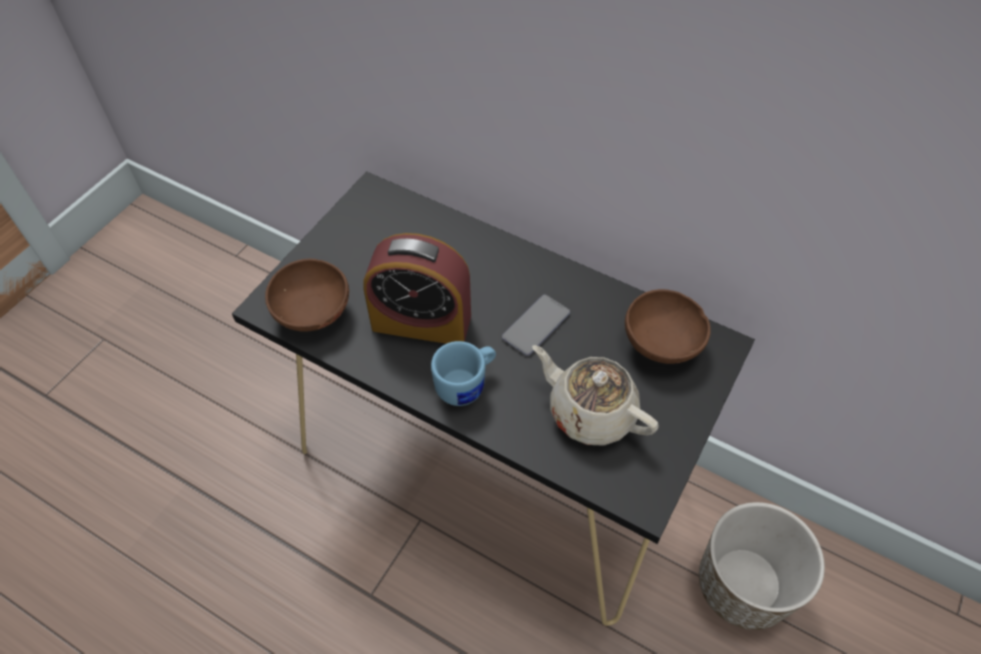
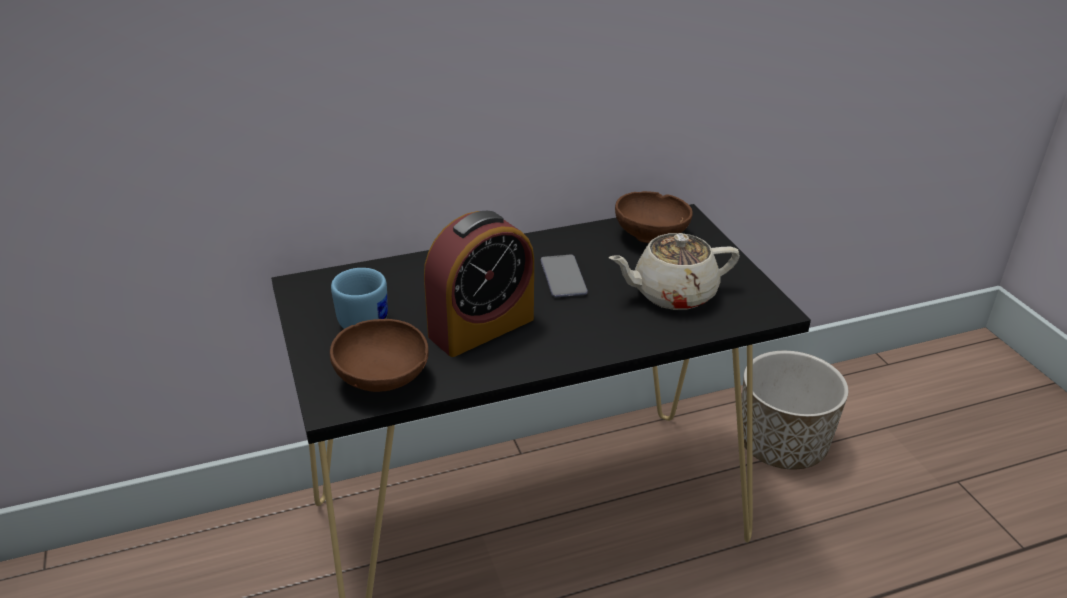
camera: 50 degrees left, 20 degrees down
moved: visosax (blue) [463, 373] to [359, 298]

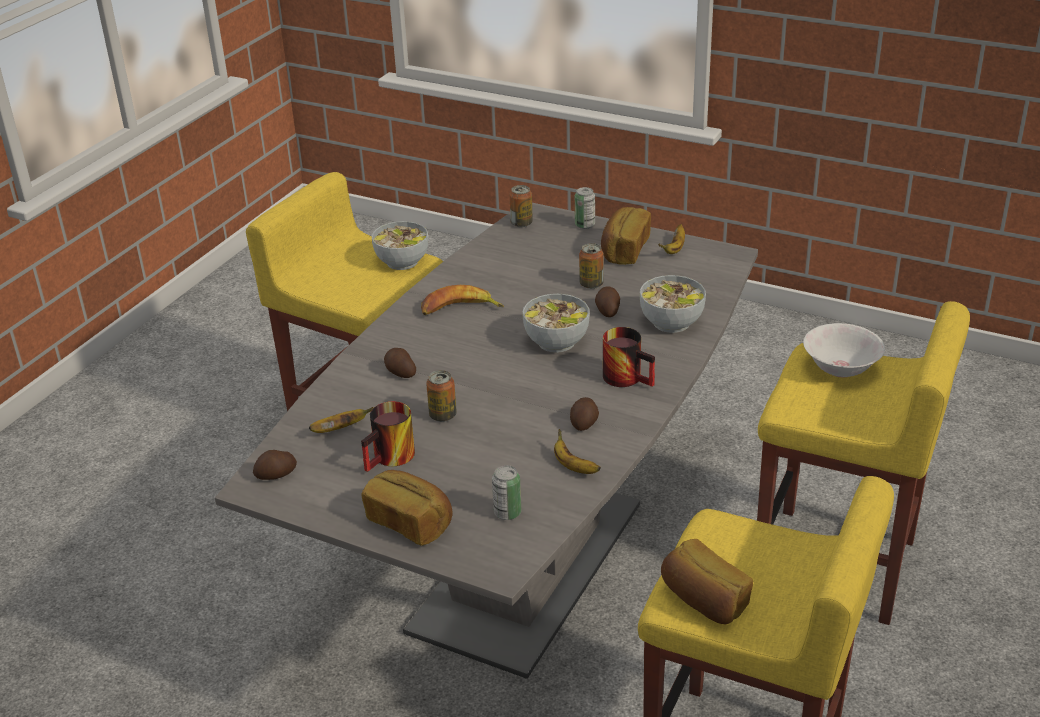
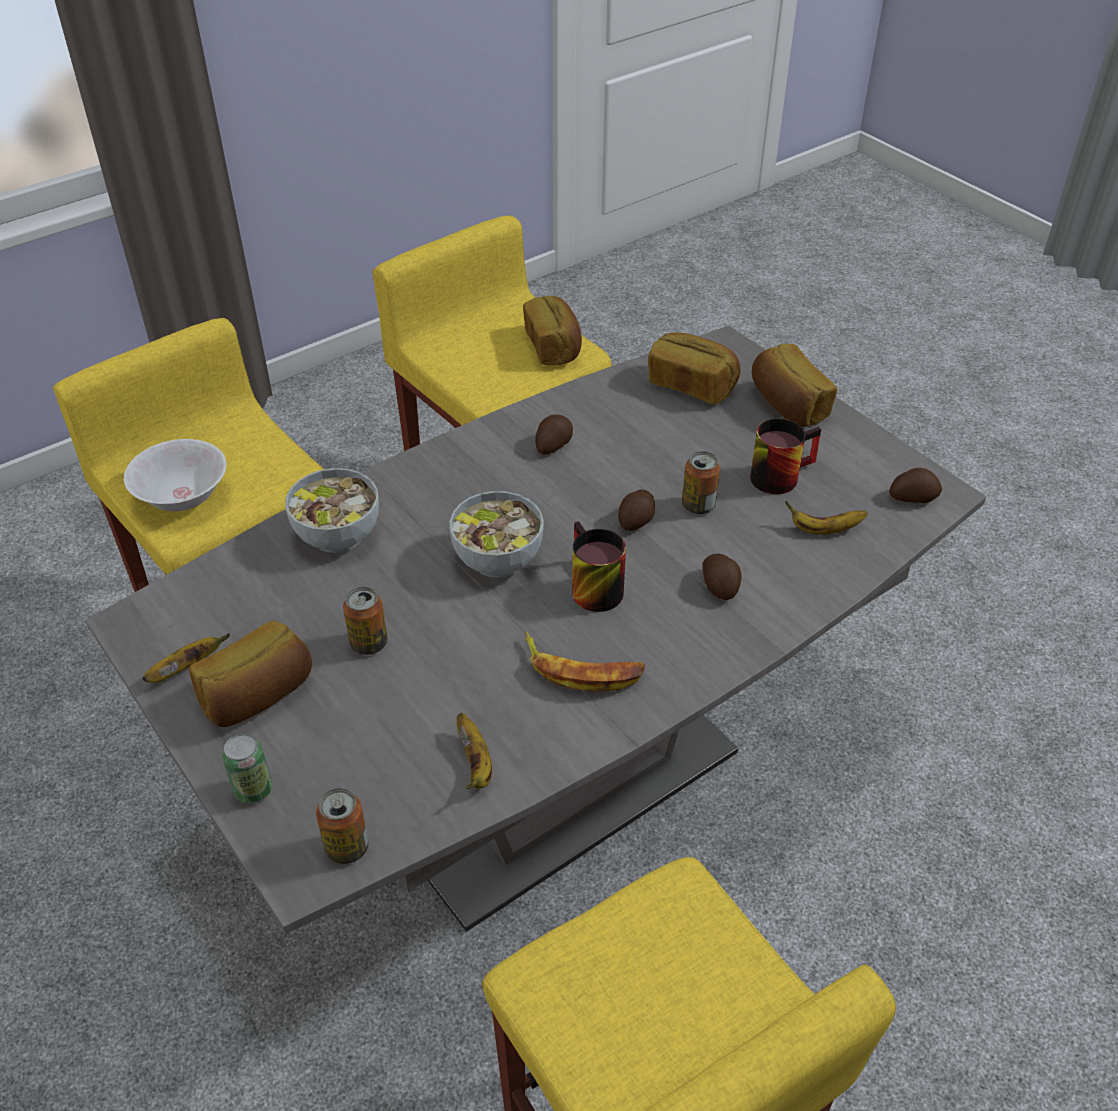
camera: 155 degrees left, 10 degrees up
removed: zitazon [400, 245]
moved: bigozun [577, 451] to [474, 751]; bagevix [607, 301] to [636, 510]; visosax [629, 357] to [599, 566]
replaced: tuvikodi [506, 492] to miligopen [694, 368]

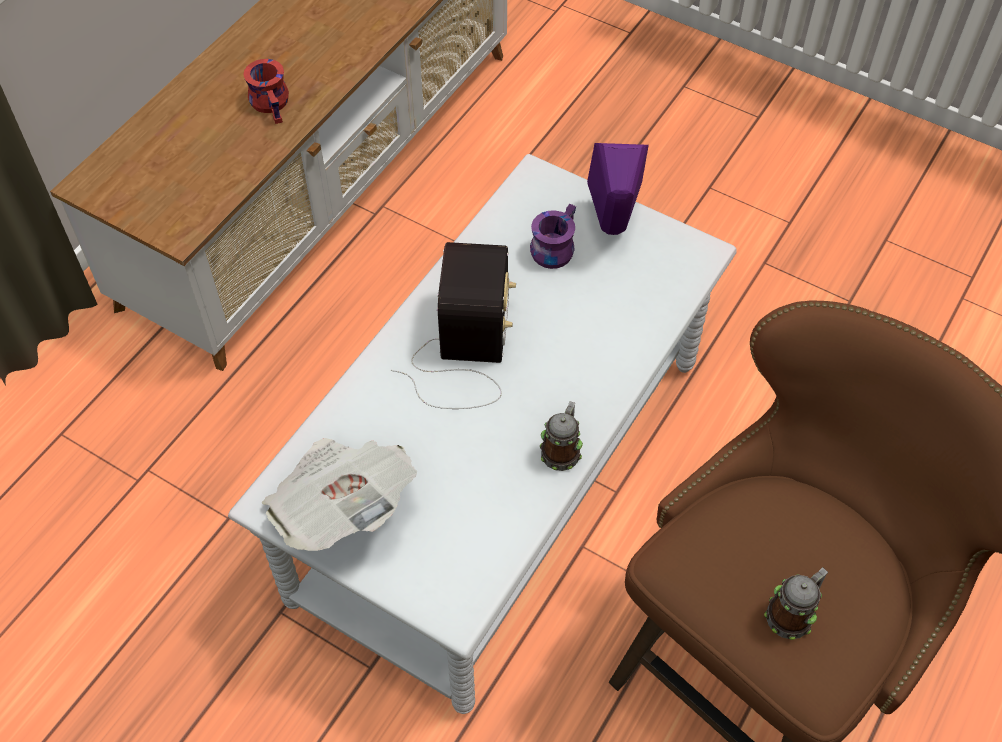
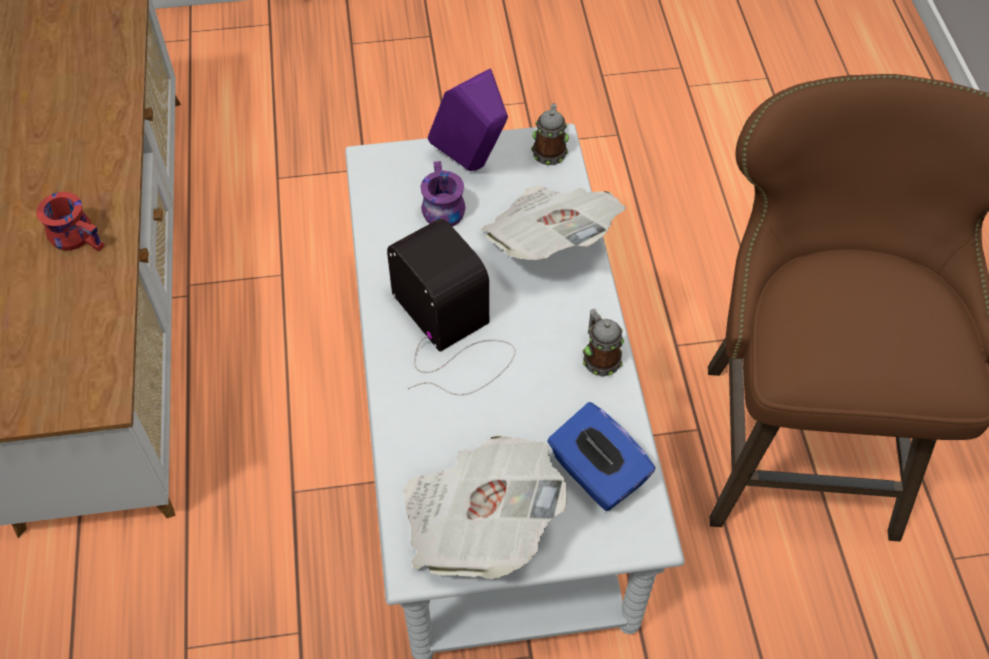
camera: 40 degrees left, 0 degrees up
added: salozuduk [554, 223]; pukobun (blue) [601, 456]
moved: visosax [796, 603] to [550, 134]

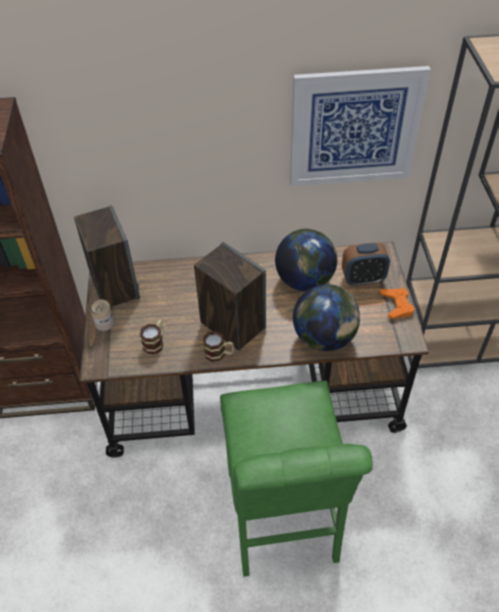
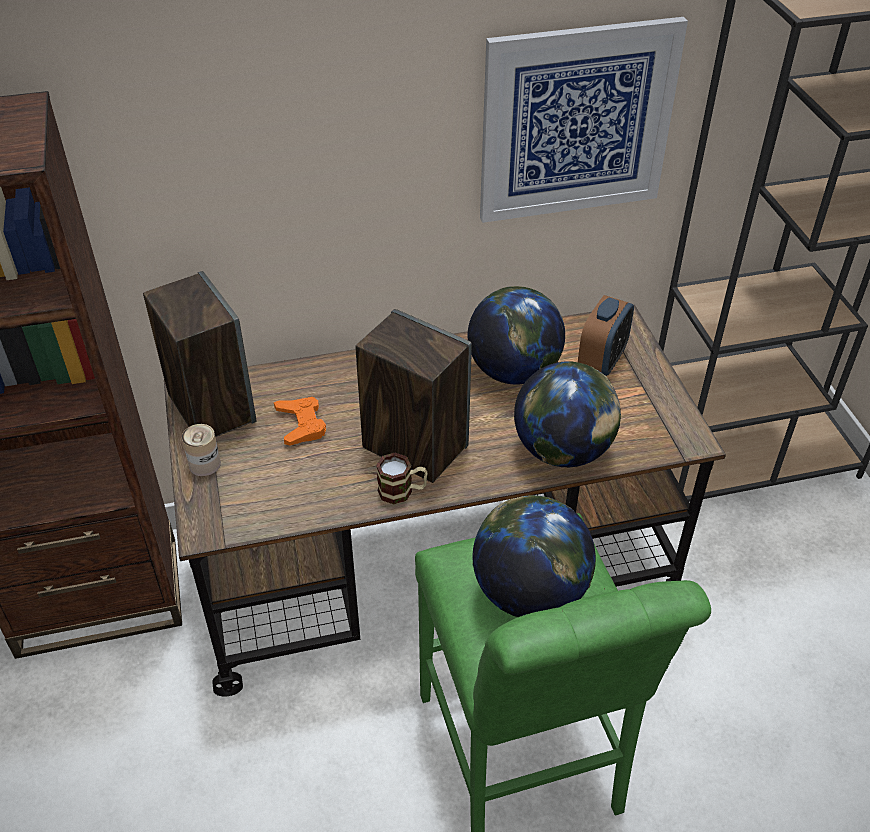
camera: 10 degrees left, 5 degrees down
removed: visosax [152, 337]
added: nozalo [534, 556]
moved: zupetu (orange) [397, 303] to [300, 421]
turned: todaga [366, 264] = [606, 335] 45 degrees counterclockwise

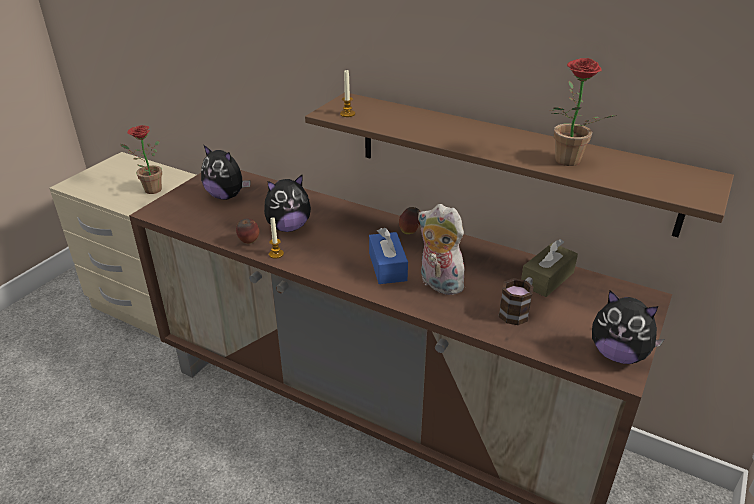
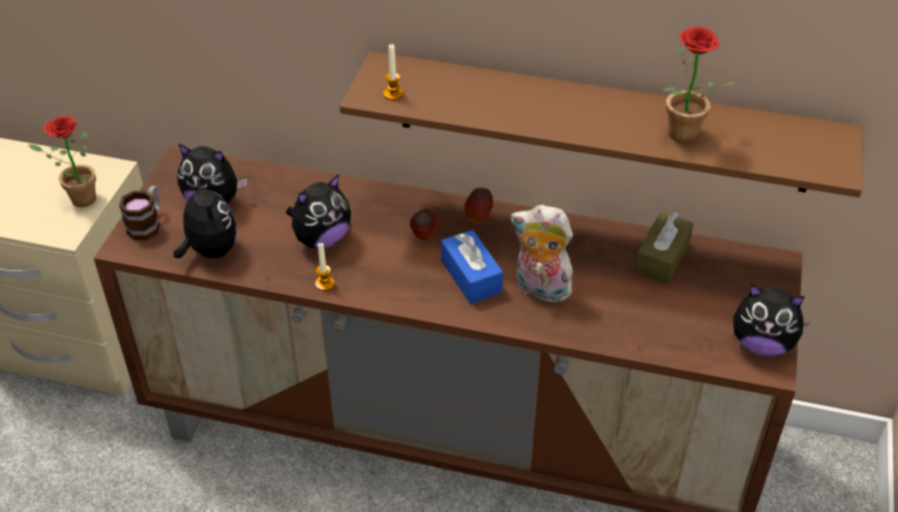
camera: 15 degrees left, 10 degrees up
added: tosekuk [205, 217]
moved: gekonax [247, 231] to [424, 224]; visosax [516, 301] to [139, 213]

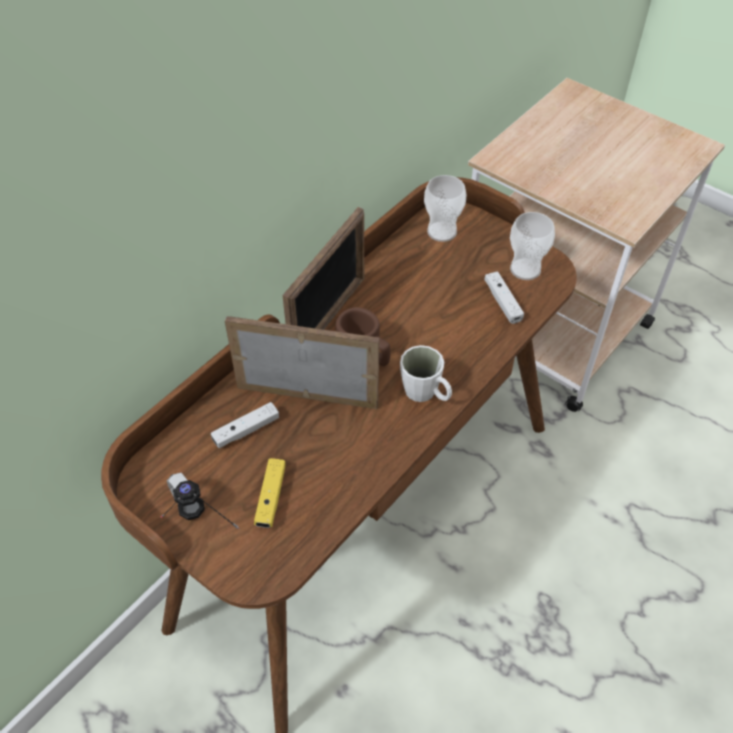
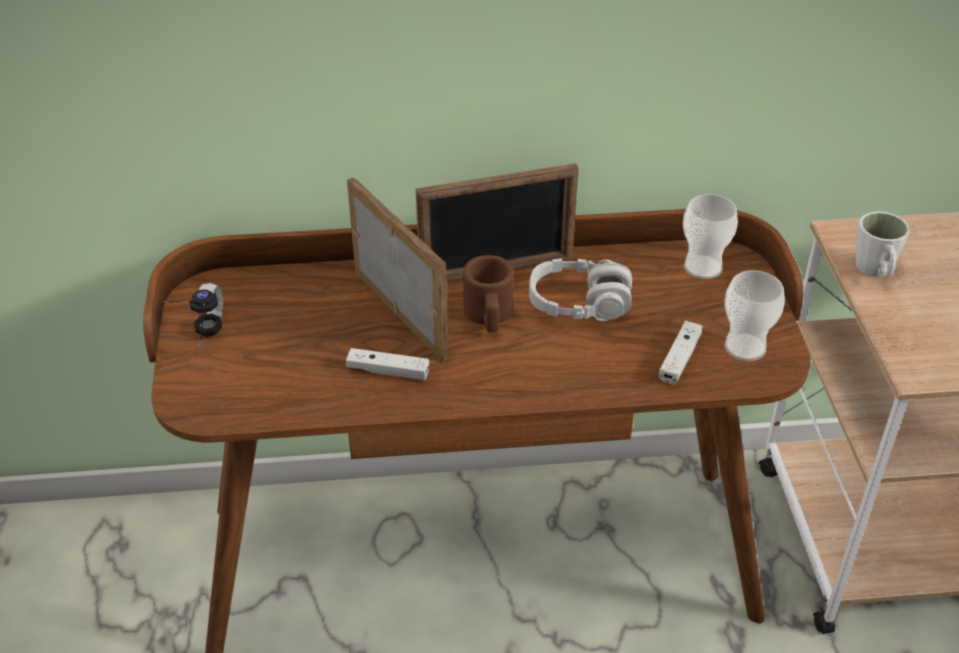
camera: 45 degrees right, 10 degrees down
removed: zupetu (yellow) [270, 493]
added: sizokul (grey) [581, 290]
moved: zupetu (white) [245, 425] to [387, 364]; visosax (white) [426, 373] to [883, 244]

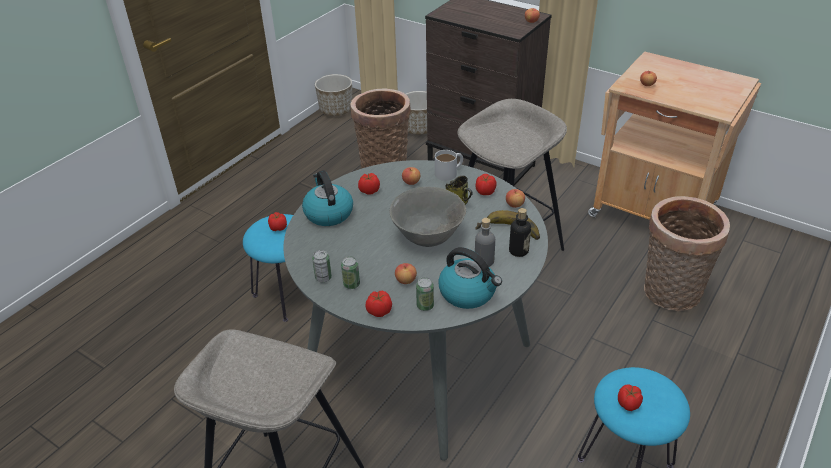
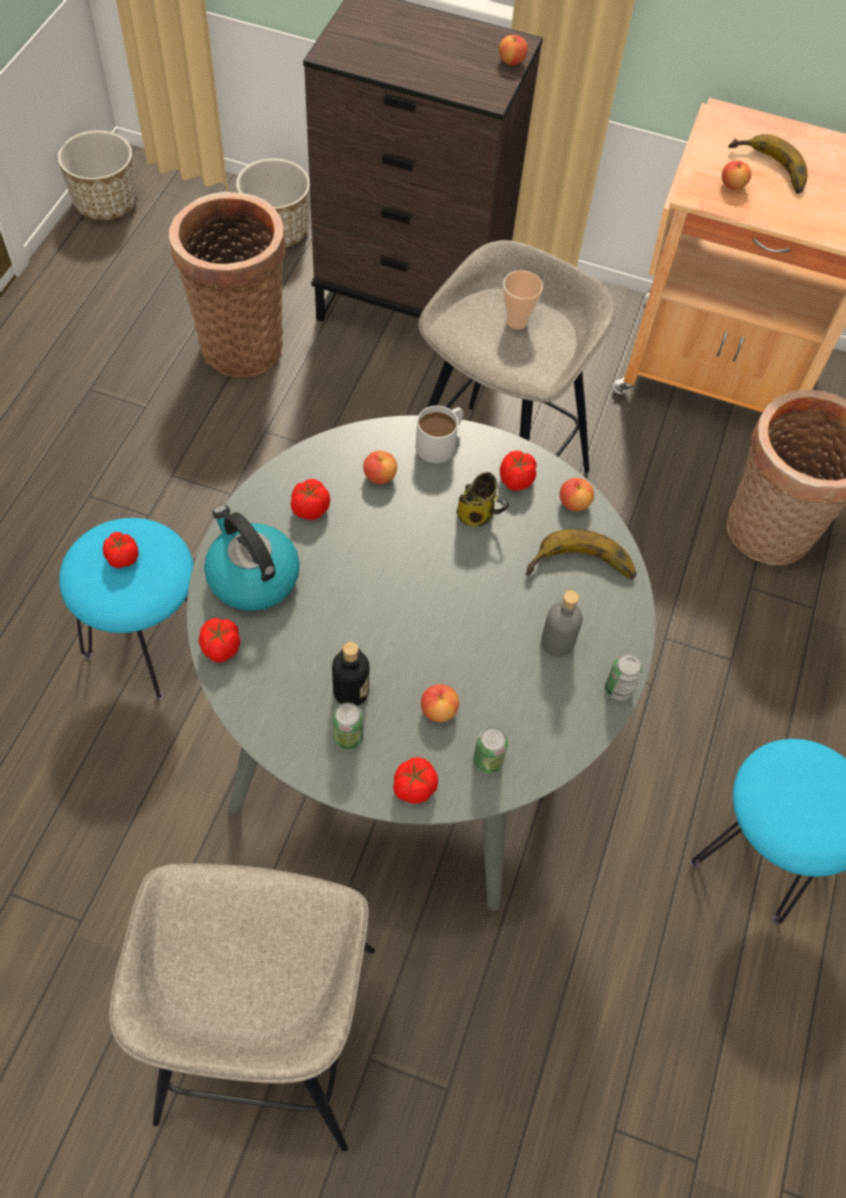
camera: 20 degrees left, 20 degrees up
removed: zitazon (grey) [428, 217]; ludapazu [470, 278]
added: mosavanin [523, 299]; bigozun [767, 164]
moved: tuvikodi [322, 266] to [624, 677]; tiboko [520, 232] to [351, 674]; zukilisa [630, 398] to [219, 640]

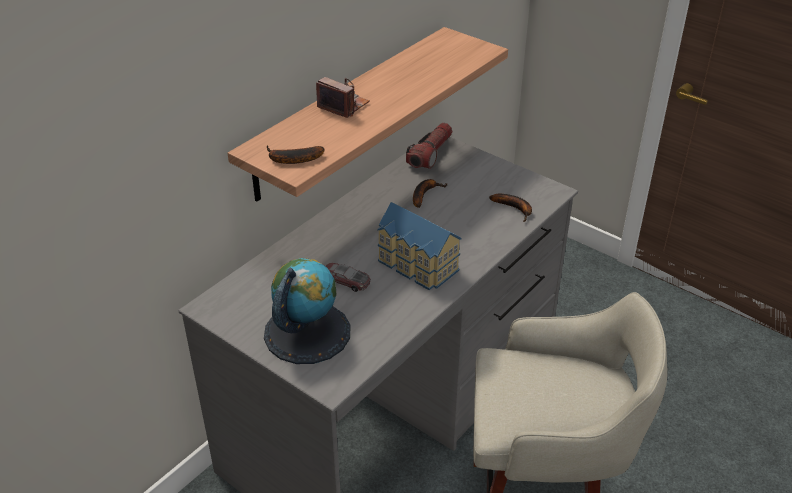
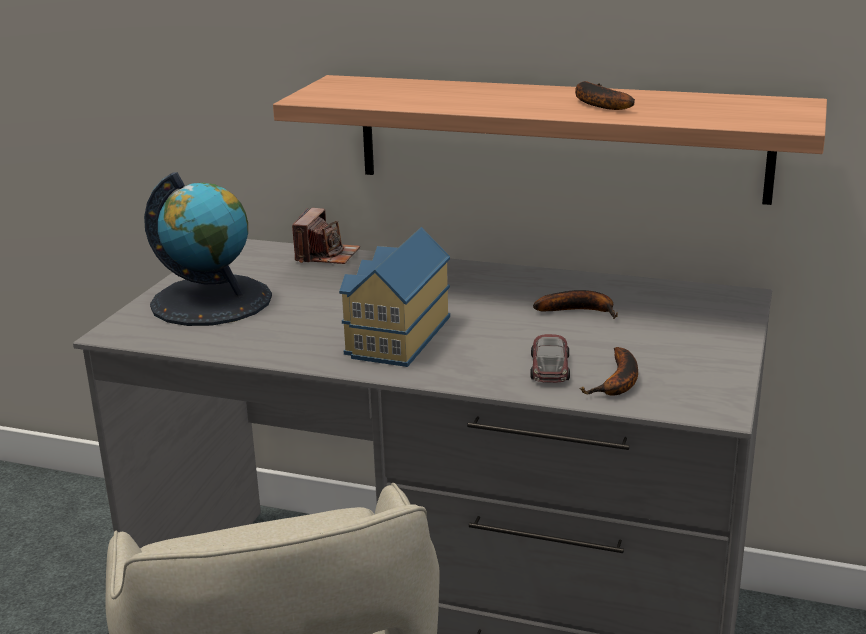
camera: 70 degrees right, 15 degrees down
removed: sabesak [429, 146]
moved: bigozun [296, 154] to [605, 95]; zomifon [343, 97] to [326, 236]; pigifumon [348, 277] to [550, 358]

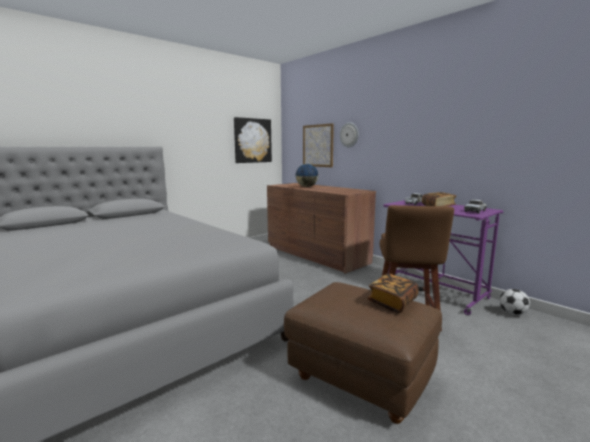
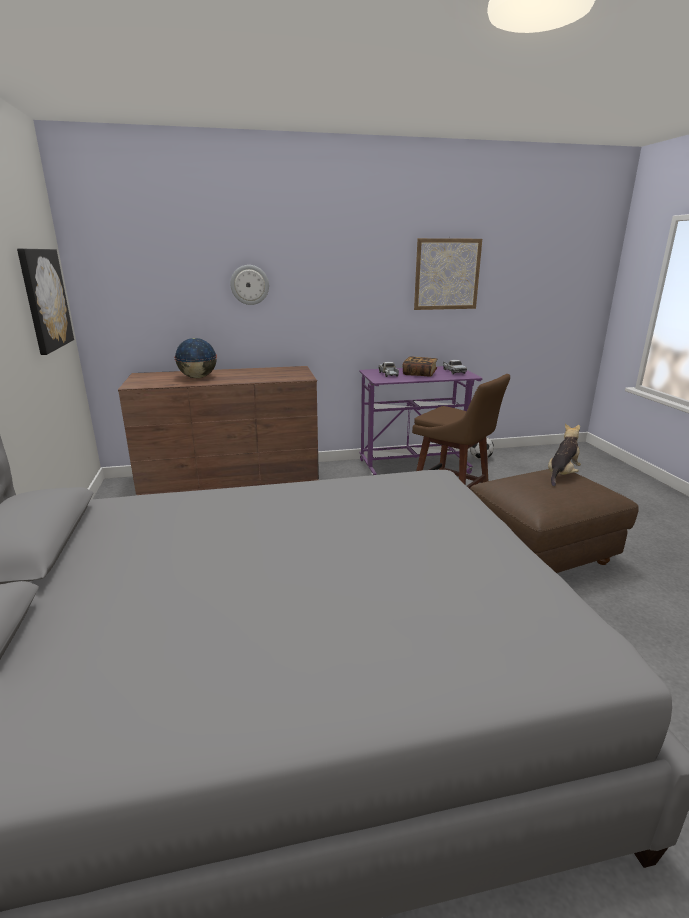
camera: 60 degrees left, 10 degrees up
moved: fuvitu [318, 145] to [448, 273]
replaced: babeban [393, 293] to tosekuk [564, 455]

